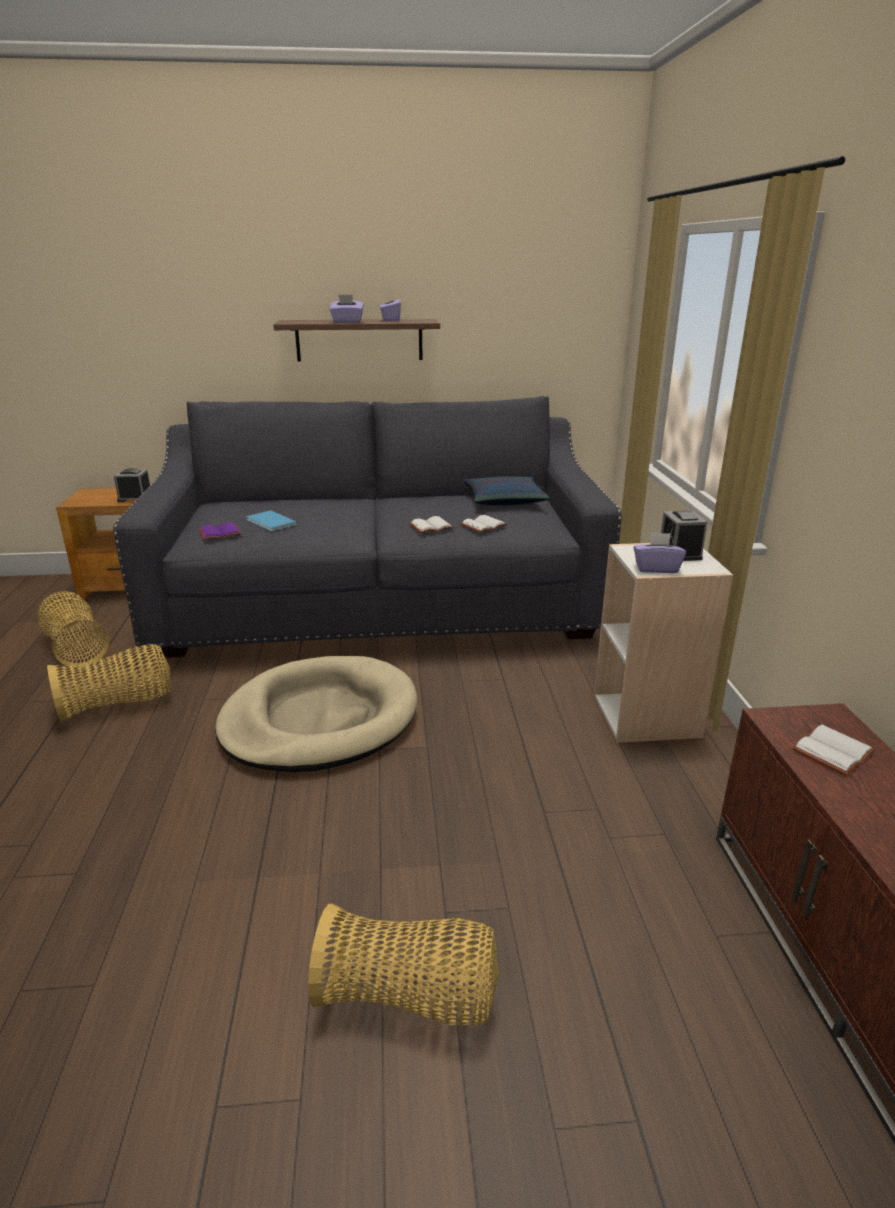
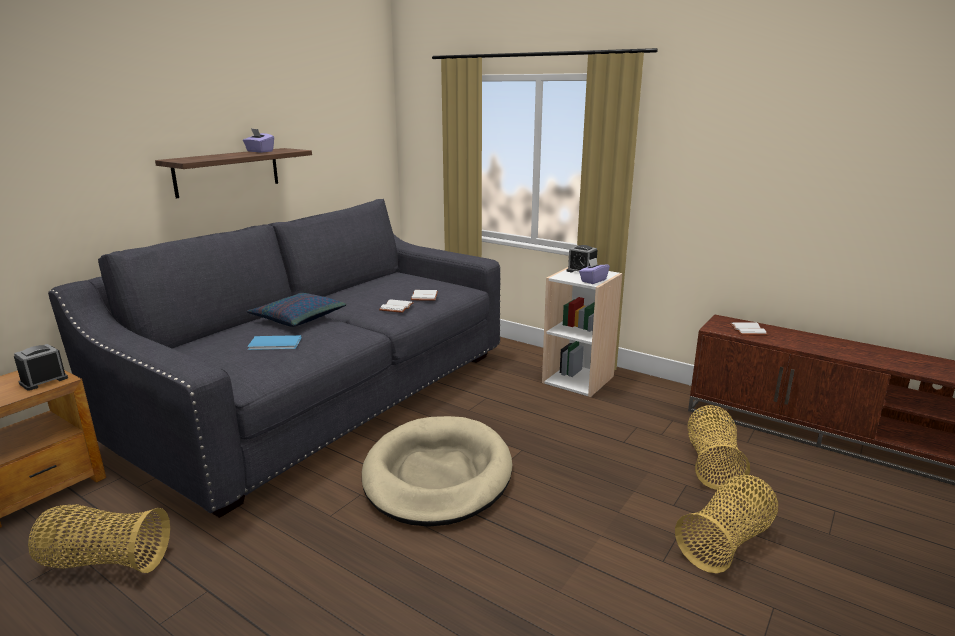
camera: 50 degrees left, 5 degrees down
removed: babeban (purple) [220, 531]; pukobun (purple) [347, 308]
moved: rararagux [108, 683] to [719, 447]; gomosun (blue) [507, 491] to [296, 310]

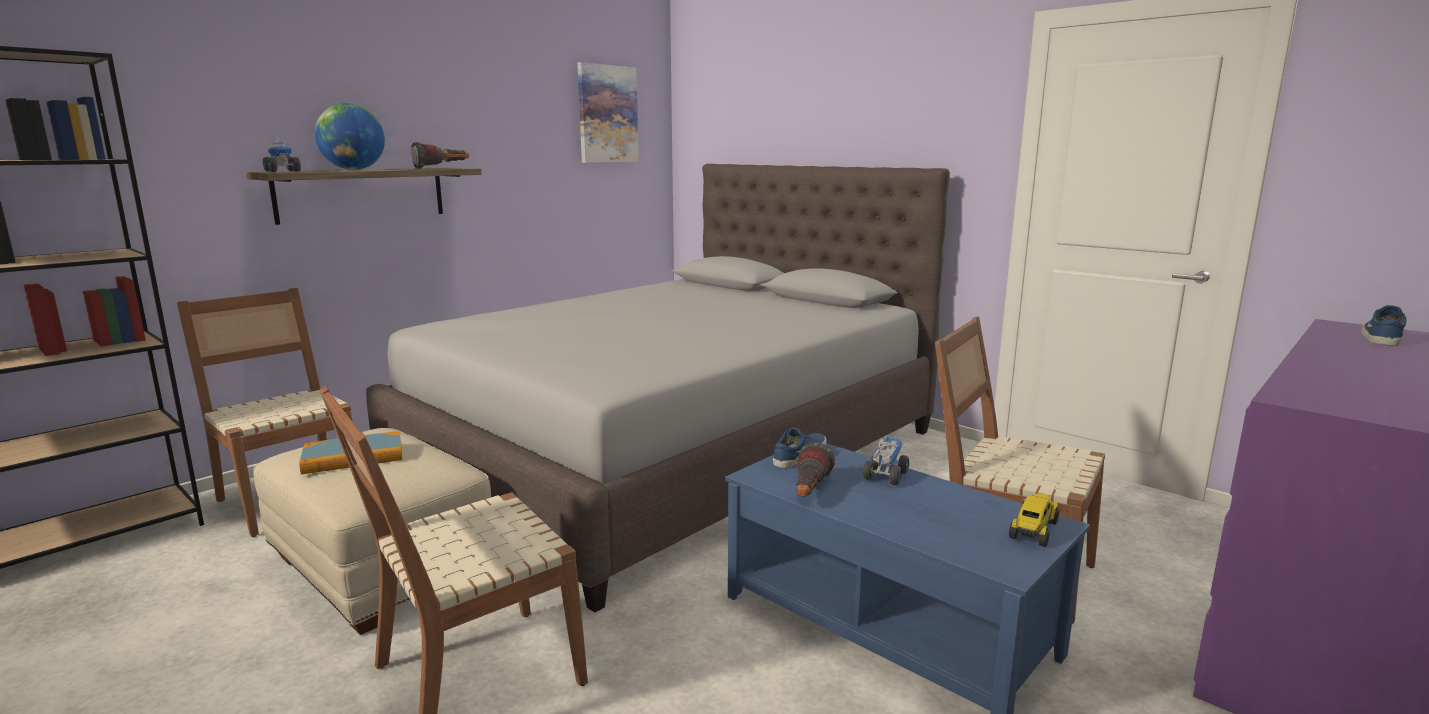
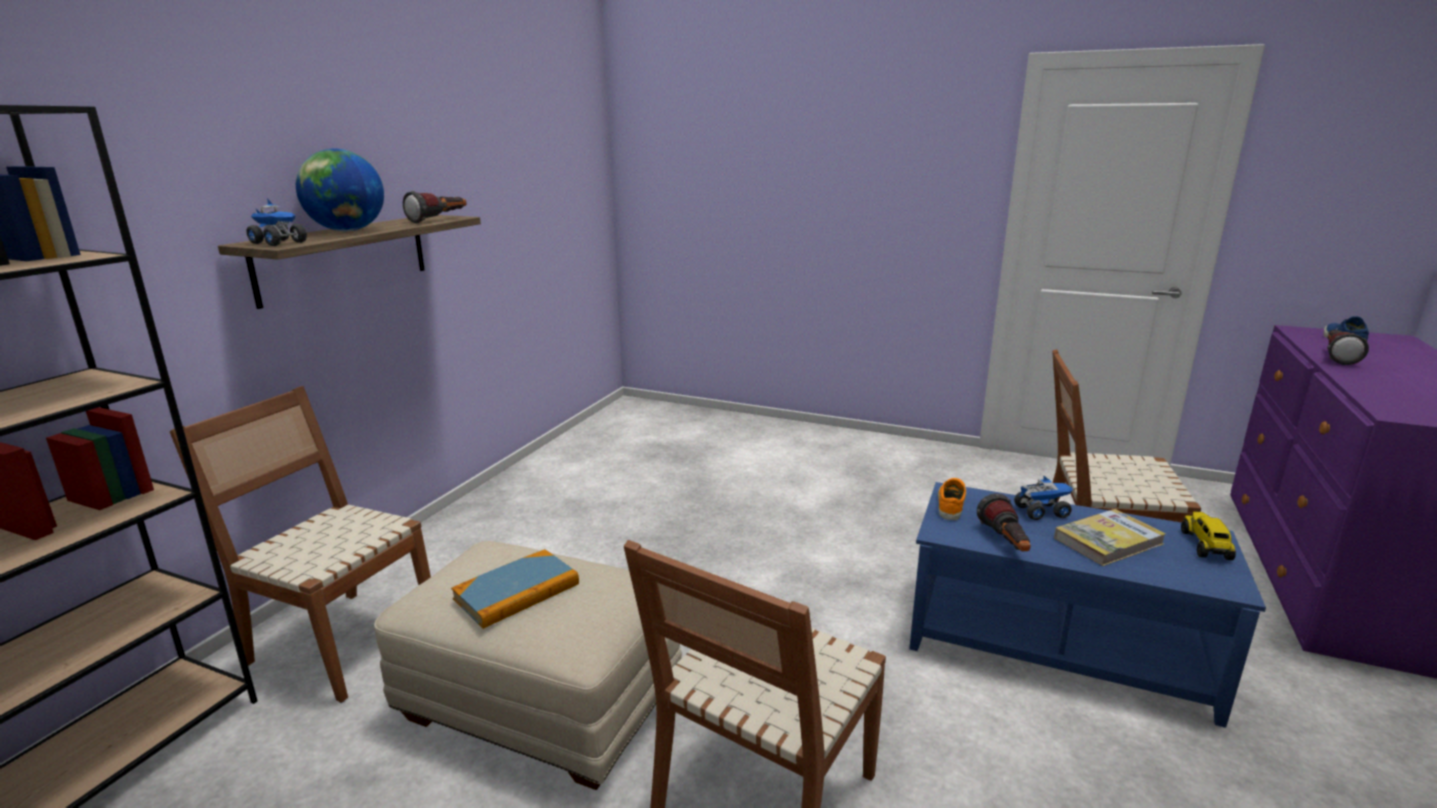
camera: 20 degrees left, 5 degrees up
removed: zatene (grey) [658, 388]; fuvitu [608, 112]
added: babeban [1110, 537]; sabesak [1348, 347]
recoloured: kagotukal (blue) [800, 447] to kagotukal (orange) [952, 499]
turned: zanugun [885, 460] = [1043, 498] 75 degrees clockwise

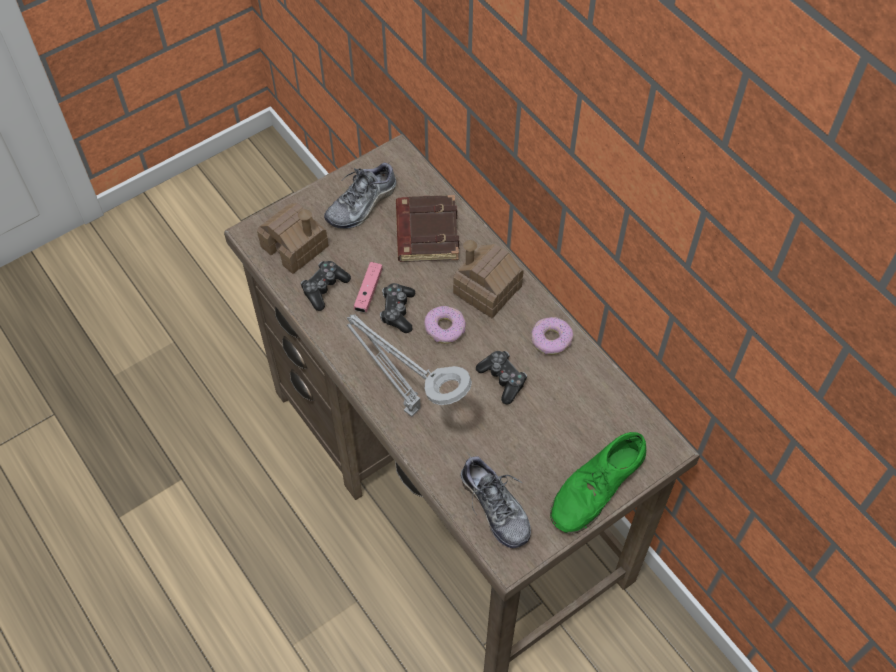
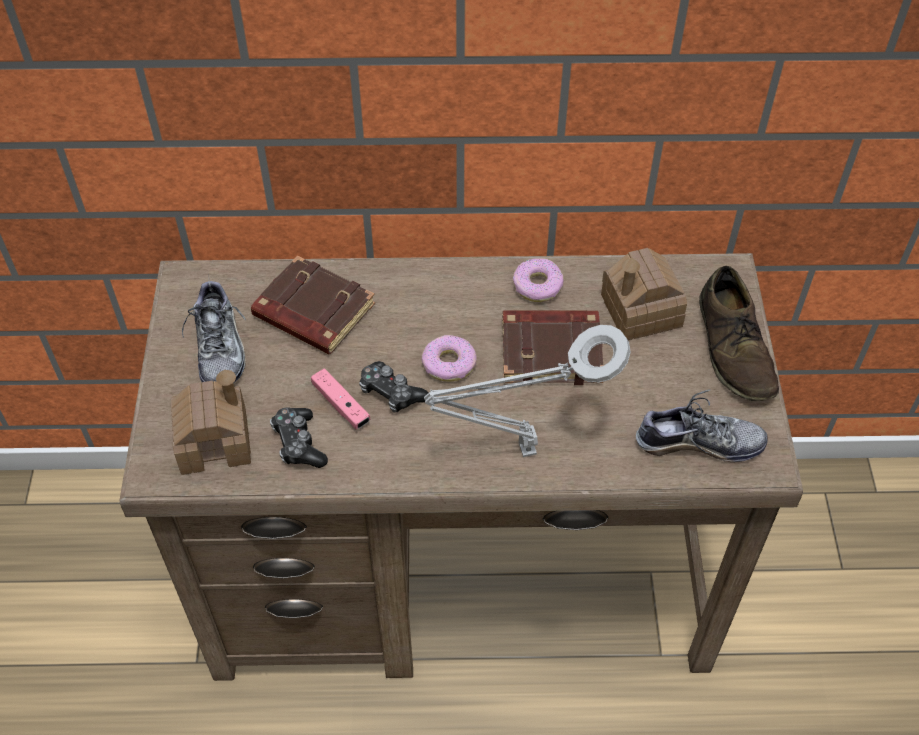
camera: 55 degrees left, 5 degrees down
moved: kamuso [488, 279] to [644, 294]
replaced: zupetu [501, 378] to babeban (brown) [553, 348]
recoloured: kagotukal (green) [598, 482] to kagotukal (brown) [739, 333]

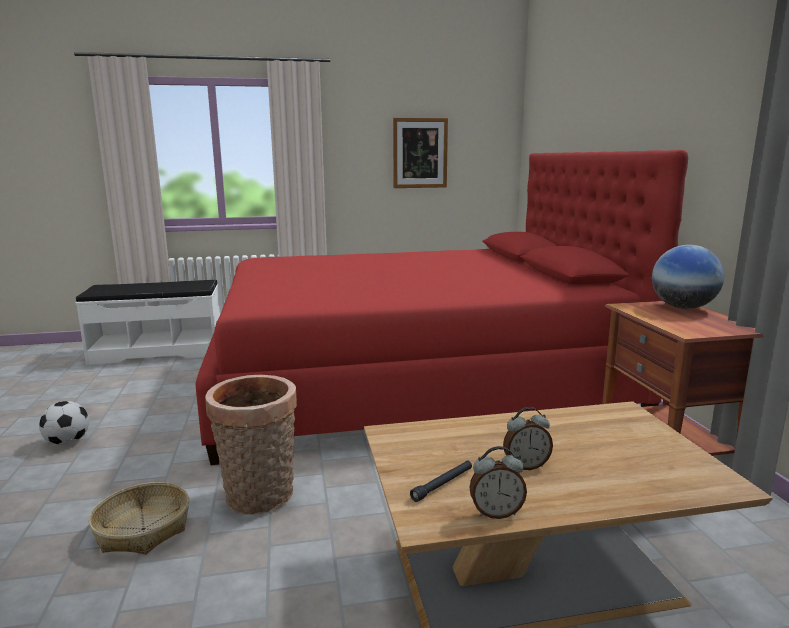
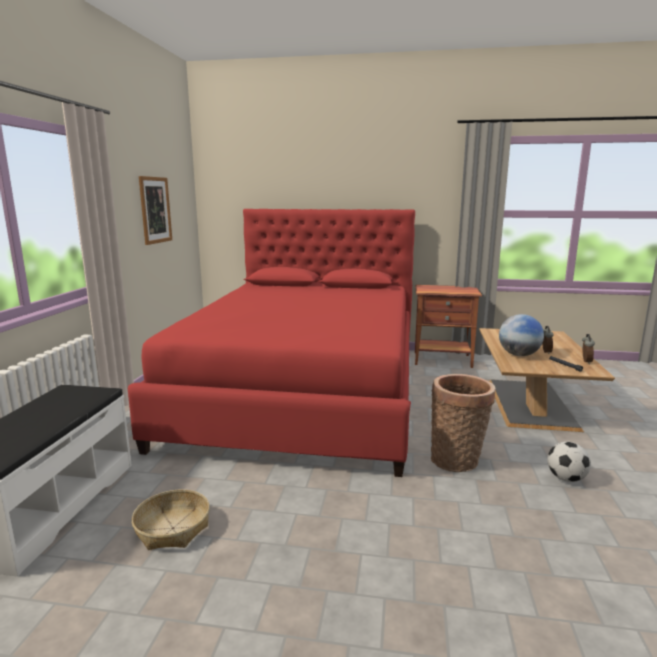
camera: 70 degrees left, 0 degrees up
moved: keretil [64, 423] to [569, 462]; rararagux [139, 518] to [171, 519]; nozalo [688, 277] to [521, 335]

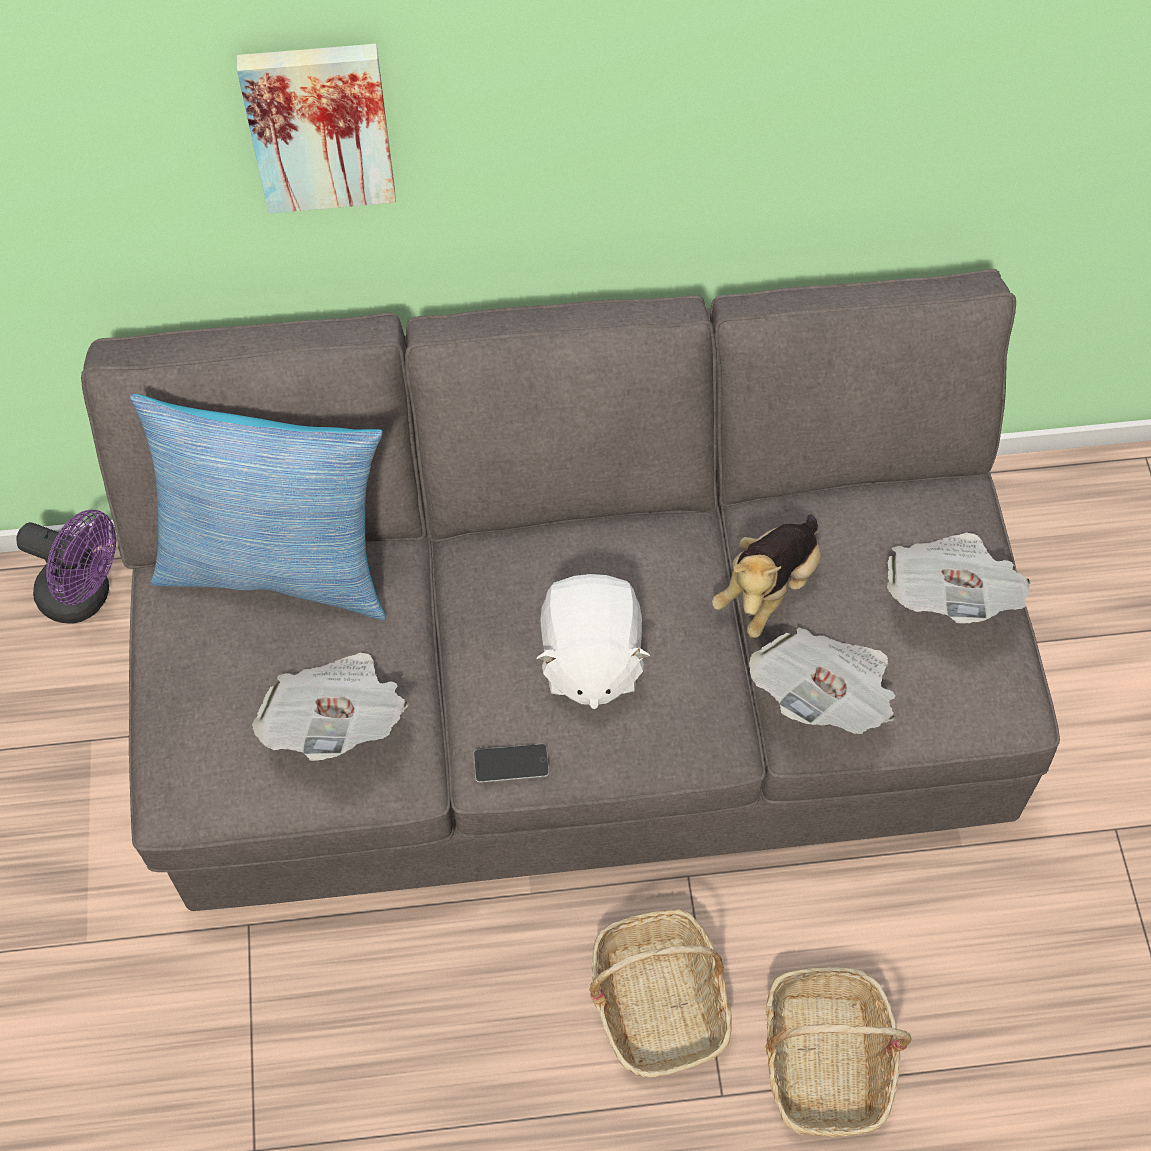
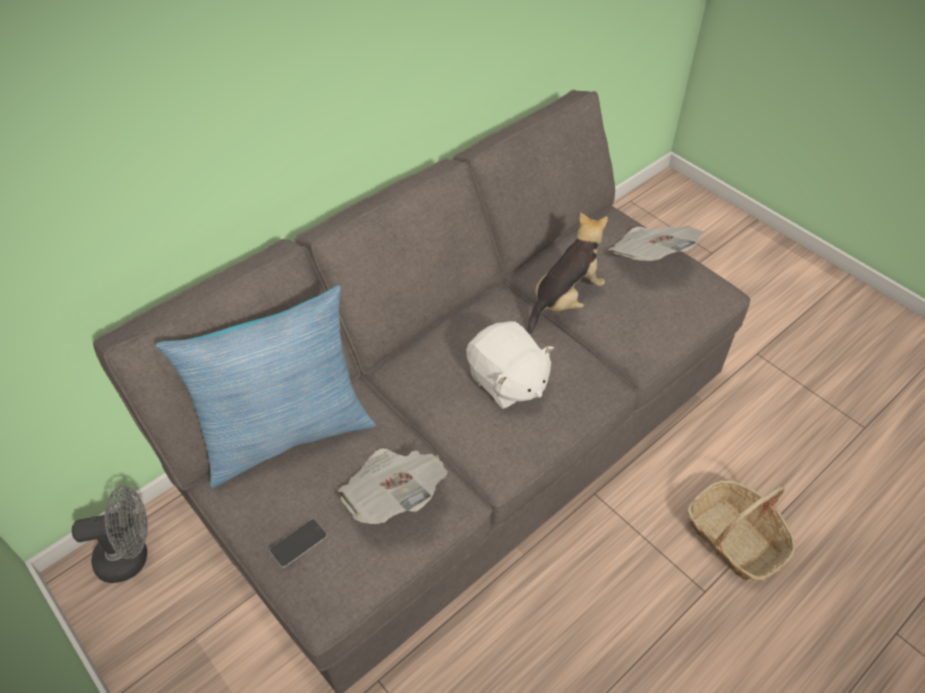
camera: 35 degrees left, 10 degrees down
removed: fuvitu [316, 129]; rararagux [660, 993]; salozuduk [822, 680]
moved: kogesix [511, 763] to [298, 543]
recoloured: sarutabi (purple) [66, 566] to sarutabi (grey) [110, 534]
turned: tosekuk [766, 576] = [567, 273] 135 degrees counterclockwise

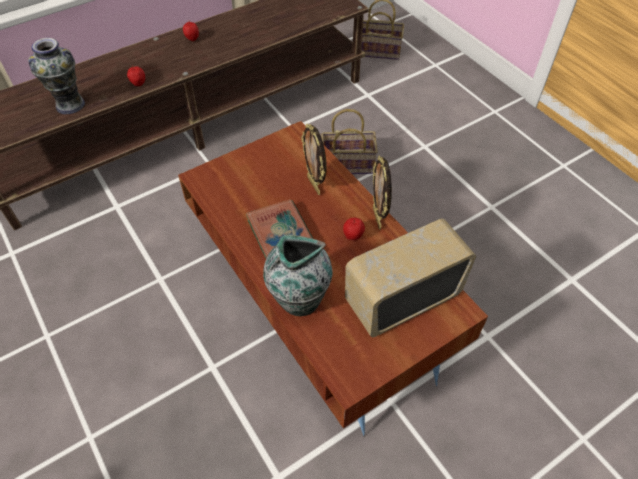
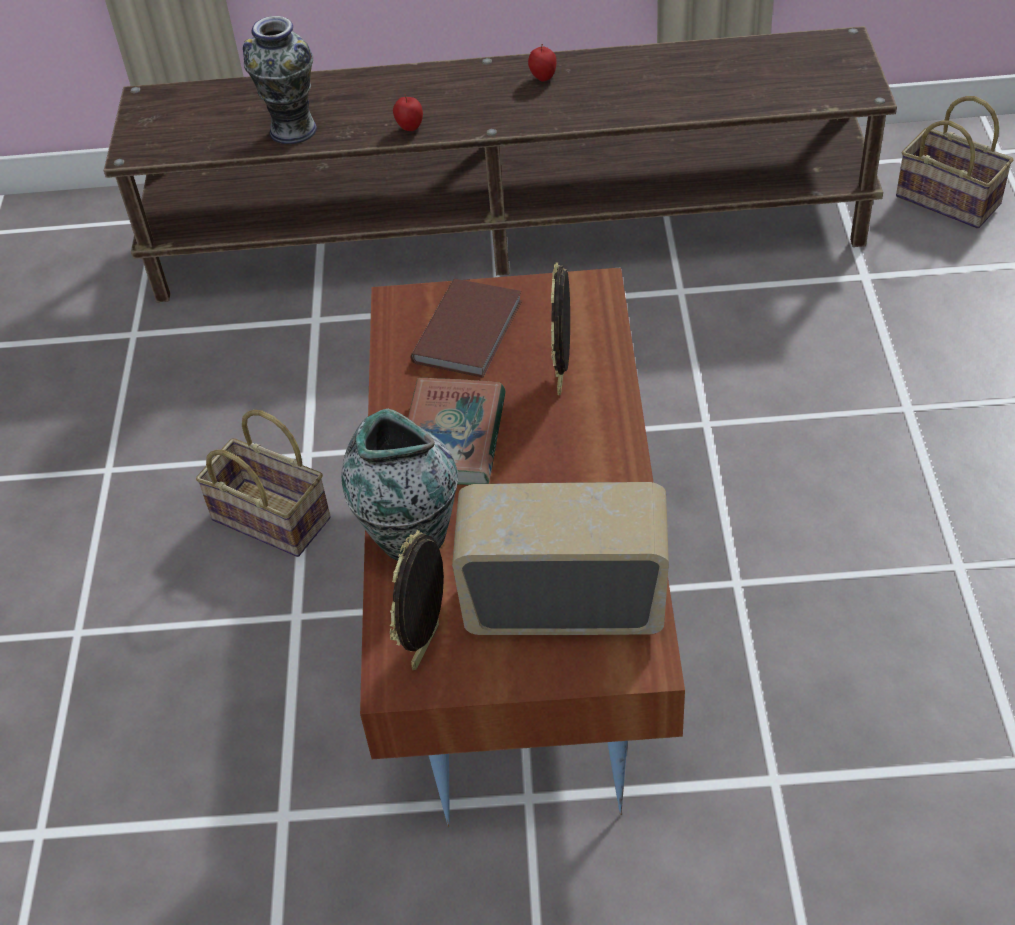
camera: 35 degrees right, 5 degrees down
removed: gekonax [354, 229]
added: babeban (brown) [466, 328]
moved: rararagux [349, 141] to [263, 483]; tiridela [382, 193] to [417, 600]

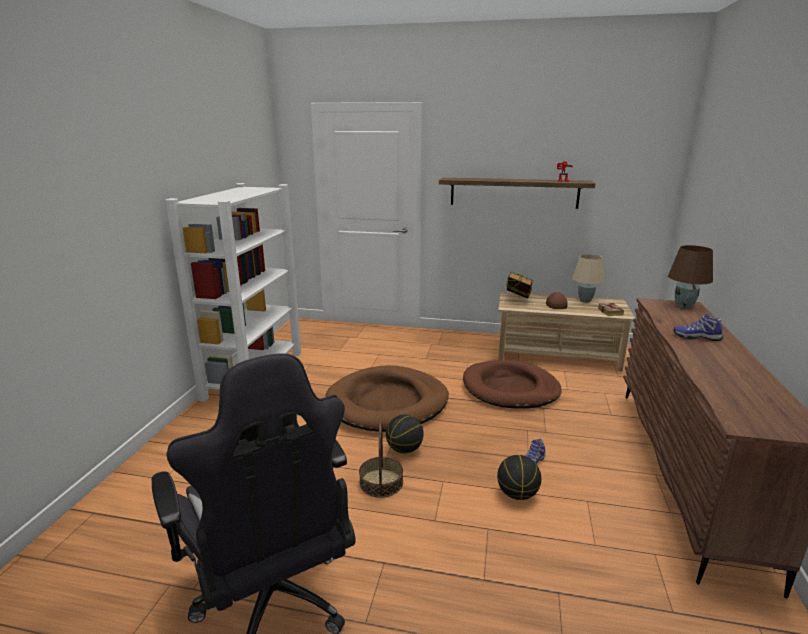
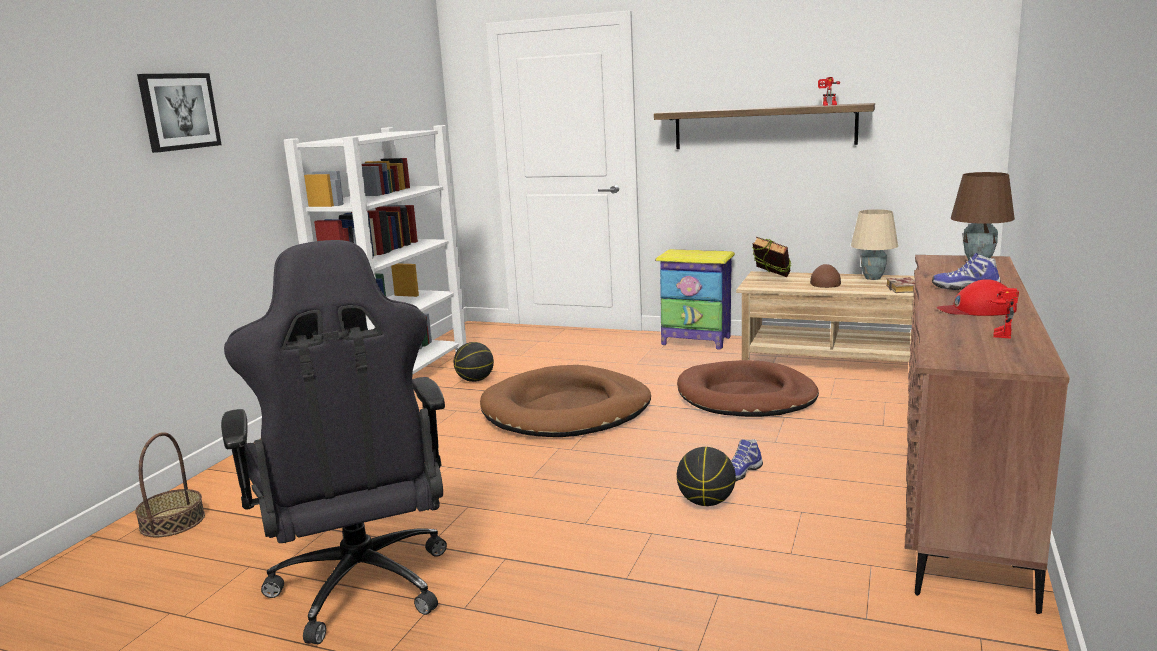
camera: 10 degrees right, 5 degrees down
added: fuvitu [179, 113]; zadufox [695, 299]; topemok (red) [977, 297]; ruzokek [1002, 313]
moved: rararagux [381, 459] to [170, 484]; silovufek [405, 434] to [474, 362]

